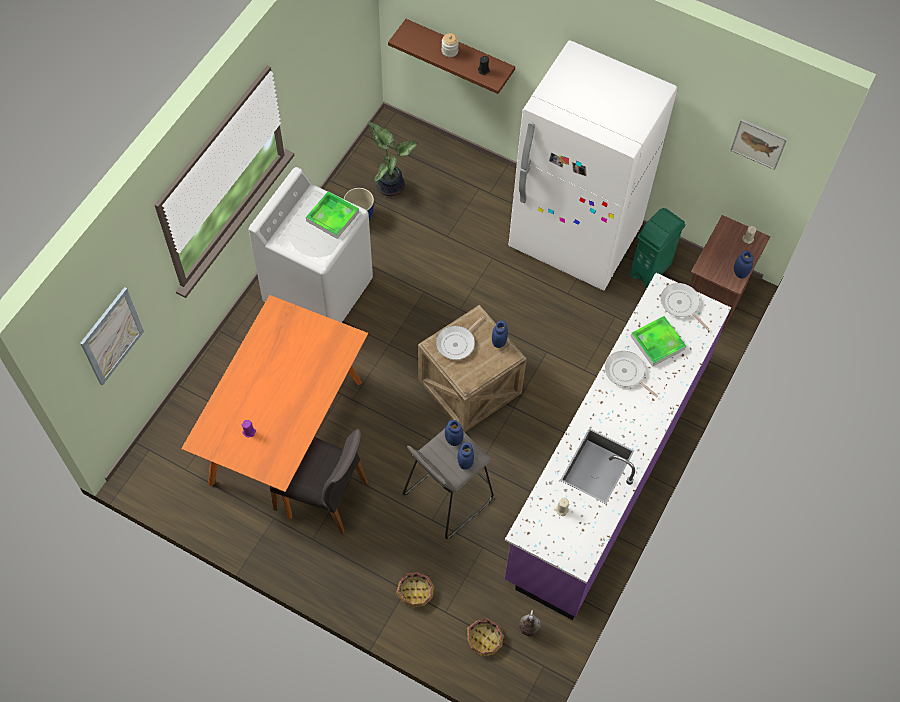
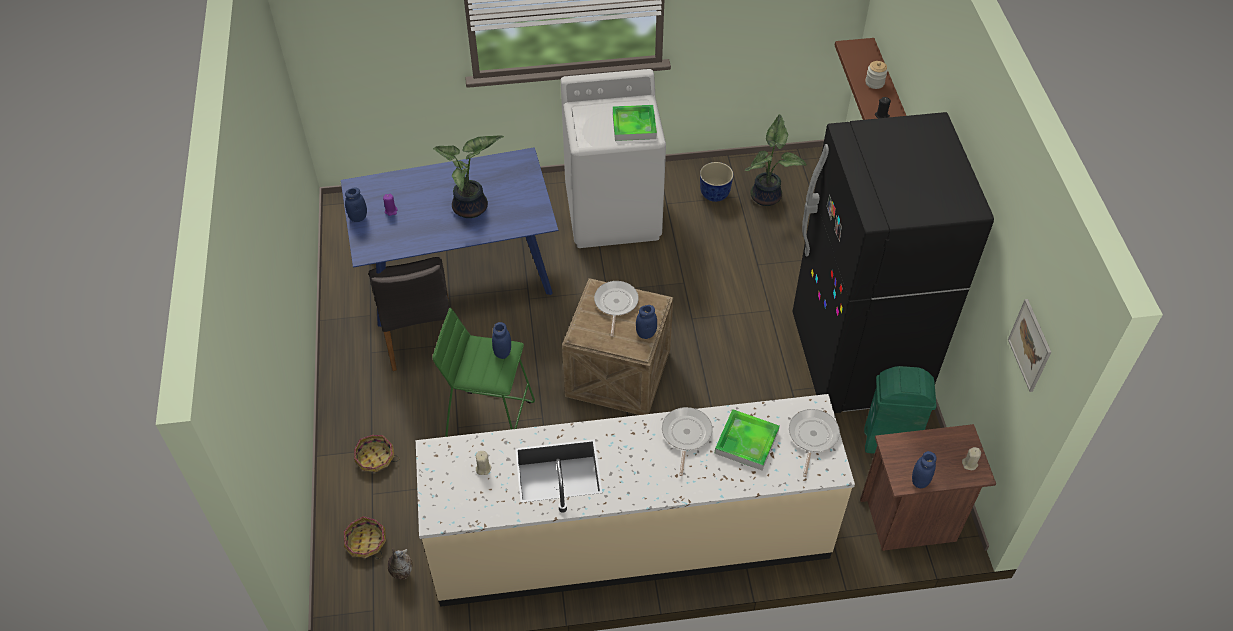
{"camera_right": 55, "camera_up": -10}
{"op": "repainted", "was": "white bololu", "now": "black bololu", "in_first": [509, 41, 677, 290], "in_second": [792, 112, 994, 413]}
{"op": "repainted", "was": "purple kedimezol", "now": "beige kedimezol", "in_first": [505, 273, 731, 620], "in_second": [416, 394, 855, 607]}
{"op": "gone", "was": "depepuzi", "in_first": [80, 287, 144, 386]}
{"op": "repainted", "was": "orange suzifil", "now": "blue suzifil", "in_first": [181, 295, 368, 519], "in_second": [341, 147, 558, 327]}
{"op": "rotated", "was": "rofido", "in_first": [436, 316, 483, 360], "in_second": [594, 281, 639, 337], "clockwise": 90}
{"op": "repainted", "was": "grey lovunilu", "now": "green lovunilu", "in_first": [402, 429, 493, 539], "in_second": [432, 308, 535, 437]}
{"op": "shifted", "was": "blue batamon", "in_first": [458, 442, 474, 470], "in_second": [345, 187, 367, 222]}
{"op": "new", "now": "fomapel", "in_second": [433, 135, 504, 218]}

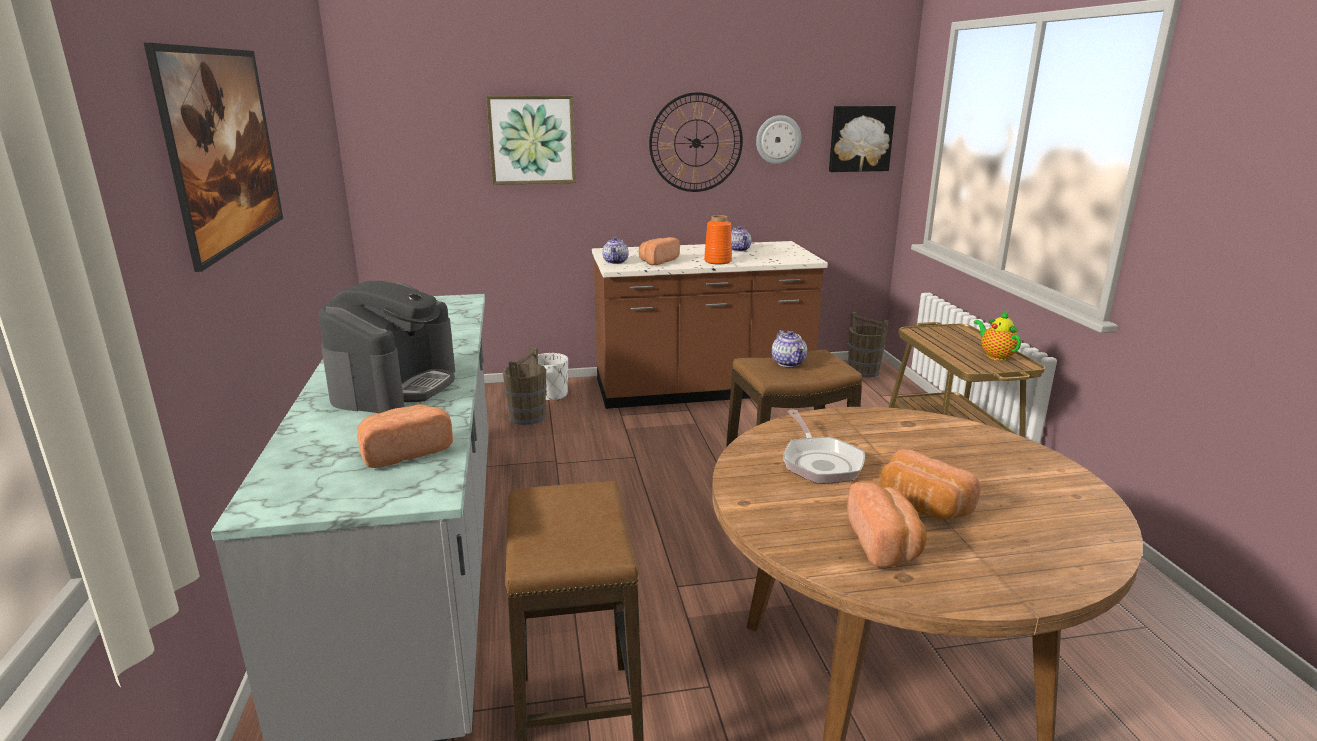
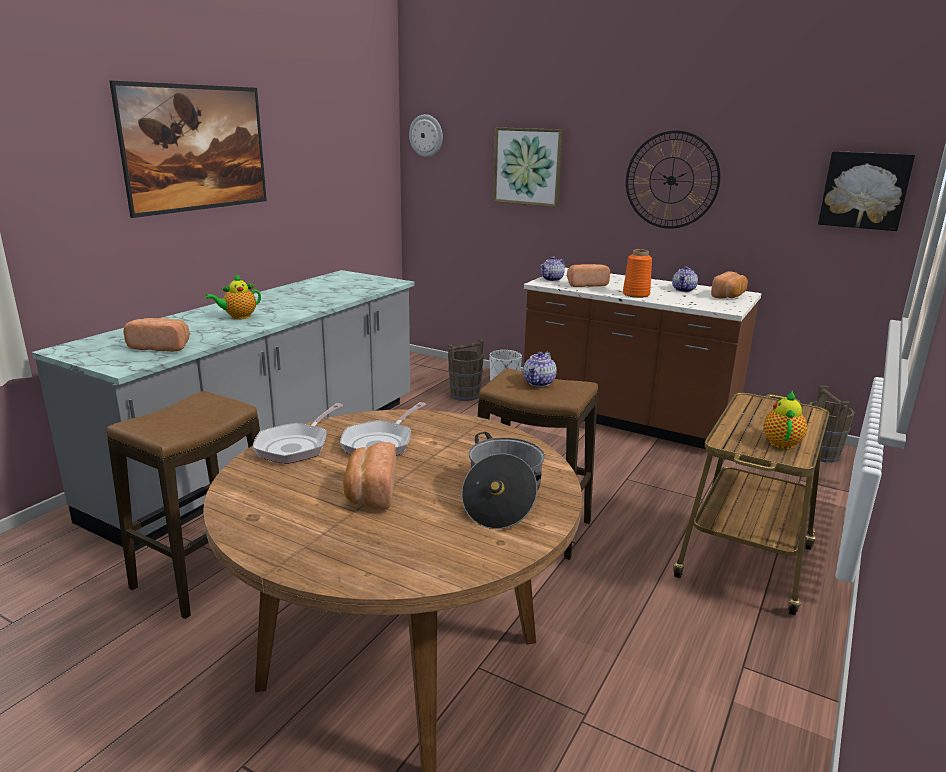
{"camera_right": 40, "camera_up": 0}
{"op": "shifted", "was": "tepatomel", "in_first": [756, 115, 801, 164], "in_second": [409, 114, 443, 157]}
{"op": "swapped", "was": "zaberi", "now": "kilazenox", "in_first": [318, 281, 455, 413], "in_second": [205, 274, 261, 319]}
{"op": "shifted", "was": "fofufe", "in_first": [847, 482, 927, 568], "in_second": [711, 271, 748, 298]}
{"op": "new", "now": "rofido", "in_second": [253, 403, 343, 464]}
{"op": "new", "now": "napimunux", "in_second": [462, 432, 545, 529]}

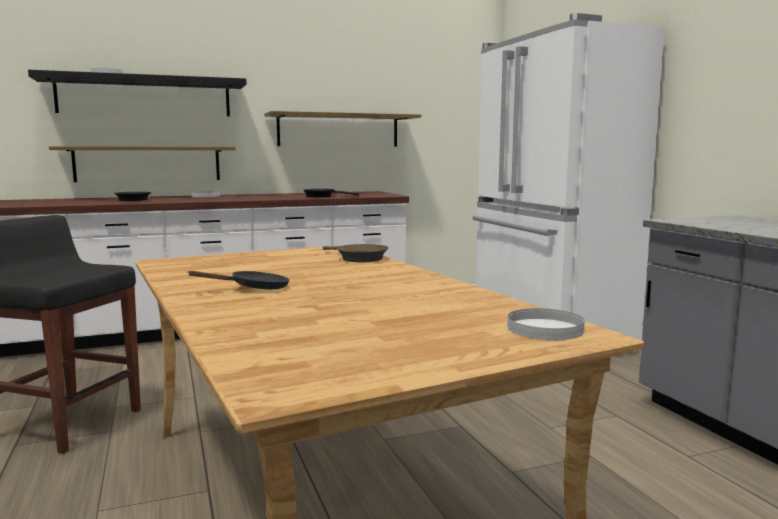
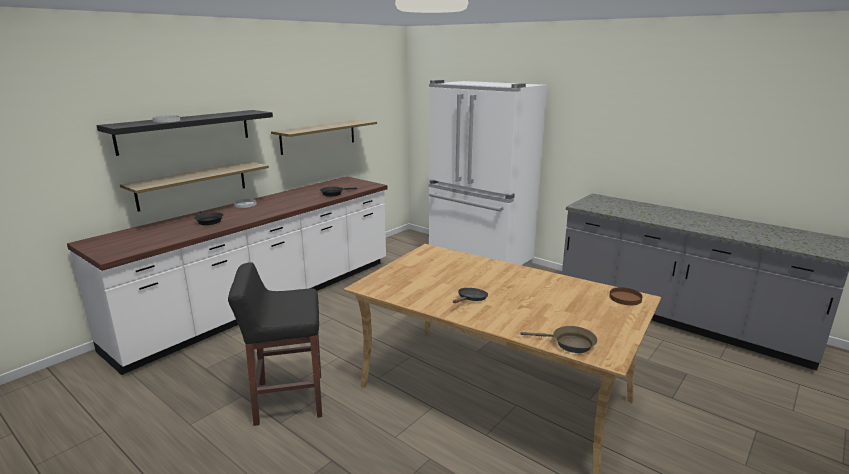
{"camera_right": -30, "camera_up": 10}
{"op": "shifted", "was": "brown rofido", "in_first": [323, 244, 389, 262], "in_second": [521, 326, 597, 353]}
{"op": "repainted", "was": "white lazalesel", "now": "brown lazalesel", "in_first": [508, 308, 585, 340], "in_second": [609, 287, 643, 305]}

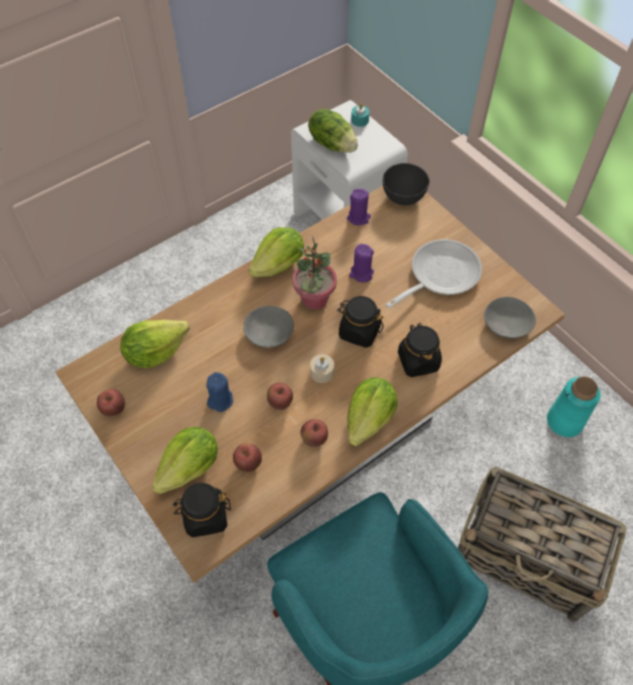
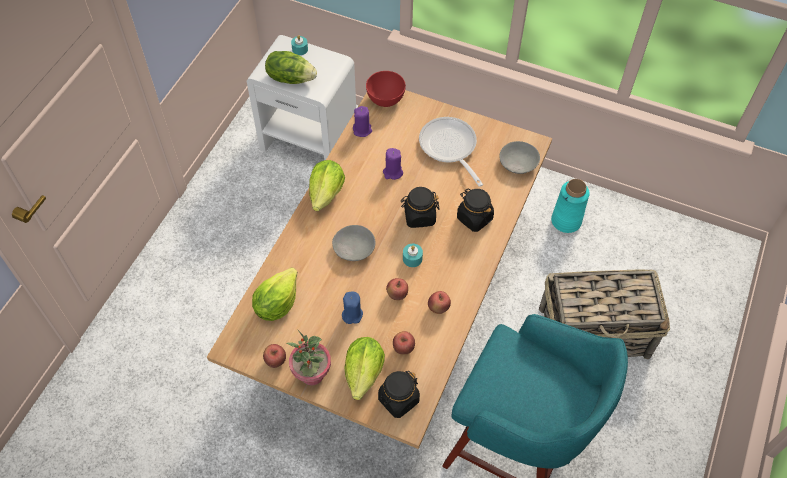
{"camera_right": -30, "camera_up": 0}
{"op": "repainted", "was": "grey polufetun", "now": "red polufetun", "in_first": [383, 163, 429, 205], "in_second": [366, 71, 406, 107]}
{"op": "shifted", "was": "fomapel", "in_first": [293, 236, 337, 310], "in_second": [287, 329, 331, 386]}
{"op": "rotated", "was": "rofido", "in_first": [386, 239, 482, 308], "in_second": [419, 117, 483, 187], "clockwise": -45}
{"op": "repainted", "was": "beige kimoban", "now": "turquoise kimoban", "in_first": [310, 354, 334, 383], "in_second": [403, 244, 423, 267]}
{"op": "gone", "was": "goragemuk", "in_first": [347, 377, 398, 446]}

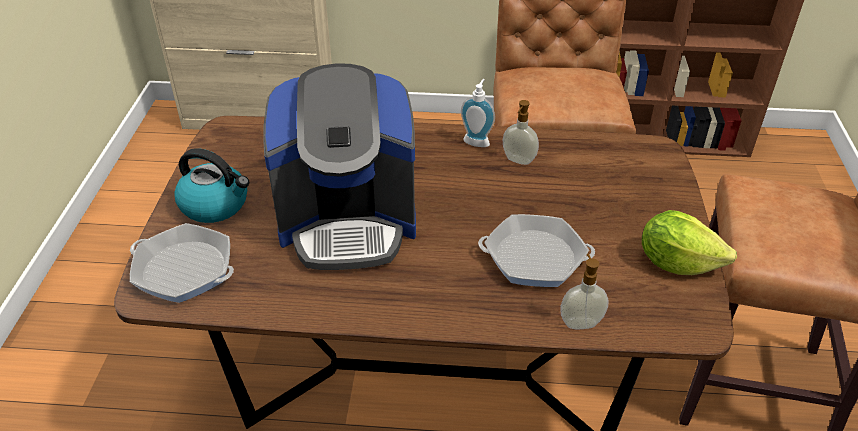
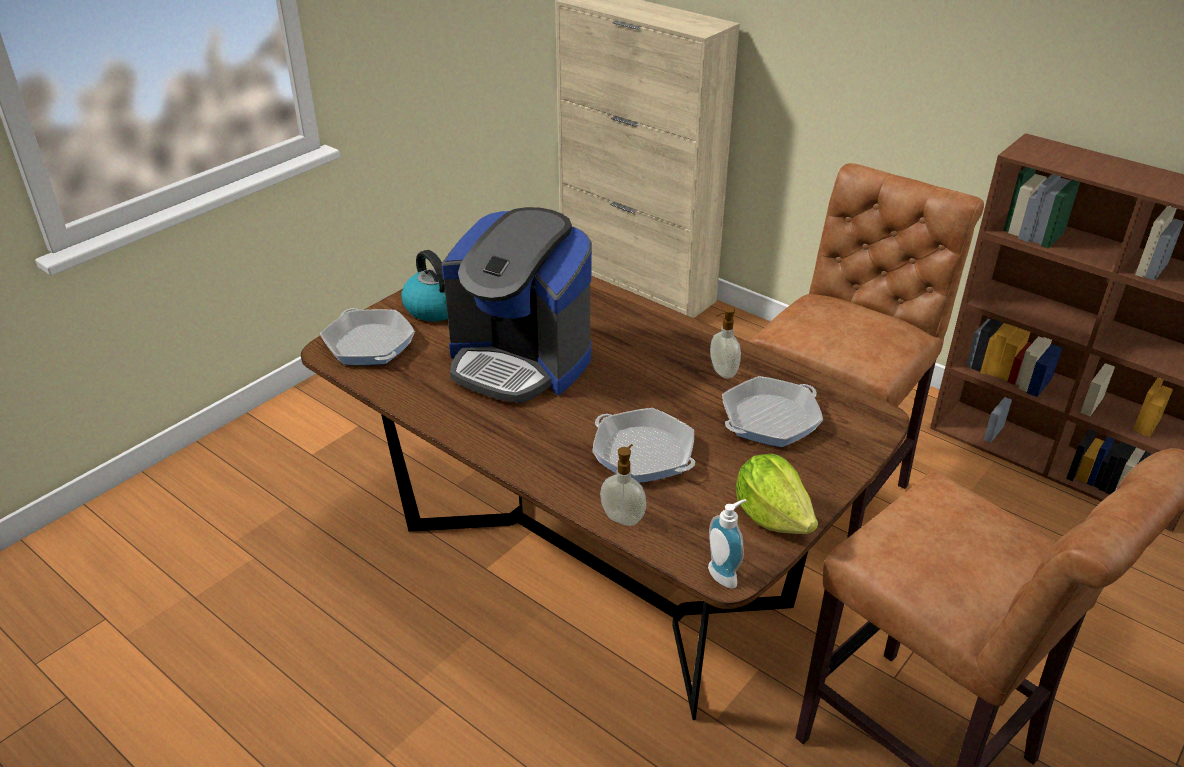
{"camera_right": 35, "camera_up": -5}
{"op": "shifted", "was": "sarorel", "in_first": [461, 79, 495, 147], "in_second": [708, 499, 746, 589]}
{"op": "new", "now": "rofido", "in_second": [722, 376, 823, 447]}

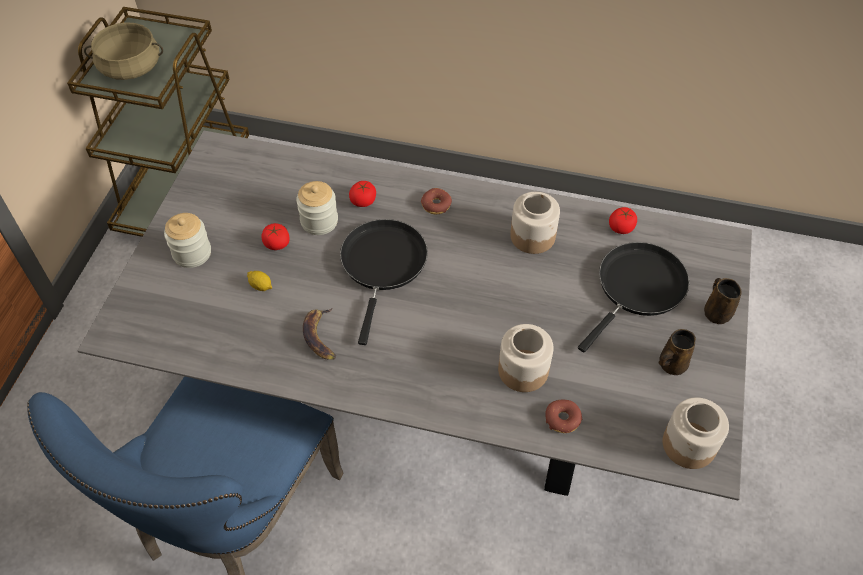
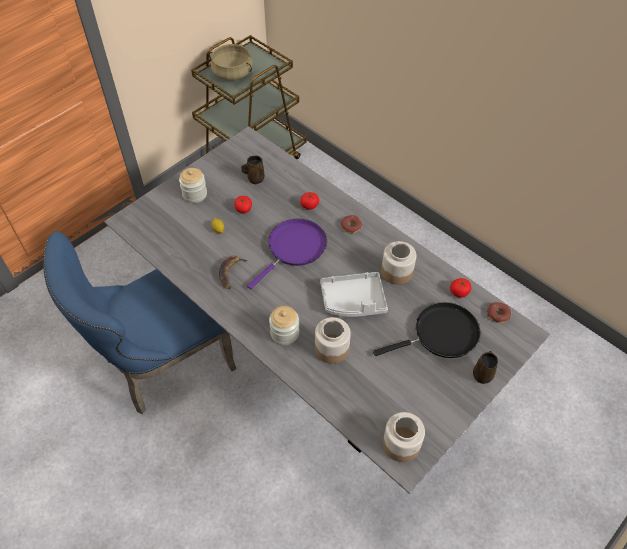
{"camera_right": 30, "camera_up": 0}
{"op": "shifted", "was": "batamon", "in_first": [296, 181, 338, 235], "in_second": [269, 306, 299, 345]}
{"op": "repainted", "was": "black rofido", "now": "purple rofido", "in_first": [340, 219, 428, 345], "in_second": [247, 219, 327, 289]}
{"op": "shifted", "was": "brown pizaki", "in_first": [659, 329, 696, 375], "in_second": [241, 156, 265, 184]}
{"op": "shifted", "was": "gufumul", "in_first": [545, 400, 582, 433], "in_second": [487, 302, 511, 323]}
{"op": "new", "now": "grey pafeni", "in_second": [320, 272, 388, 317]}

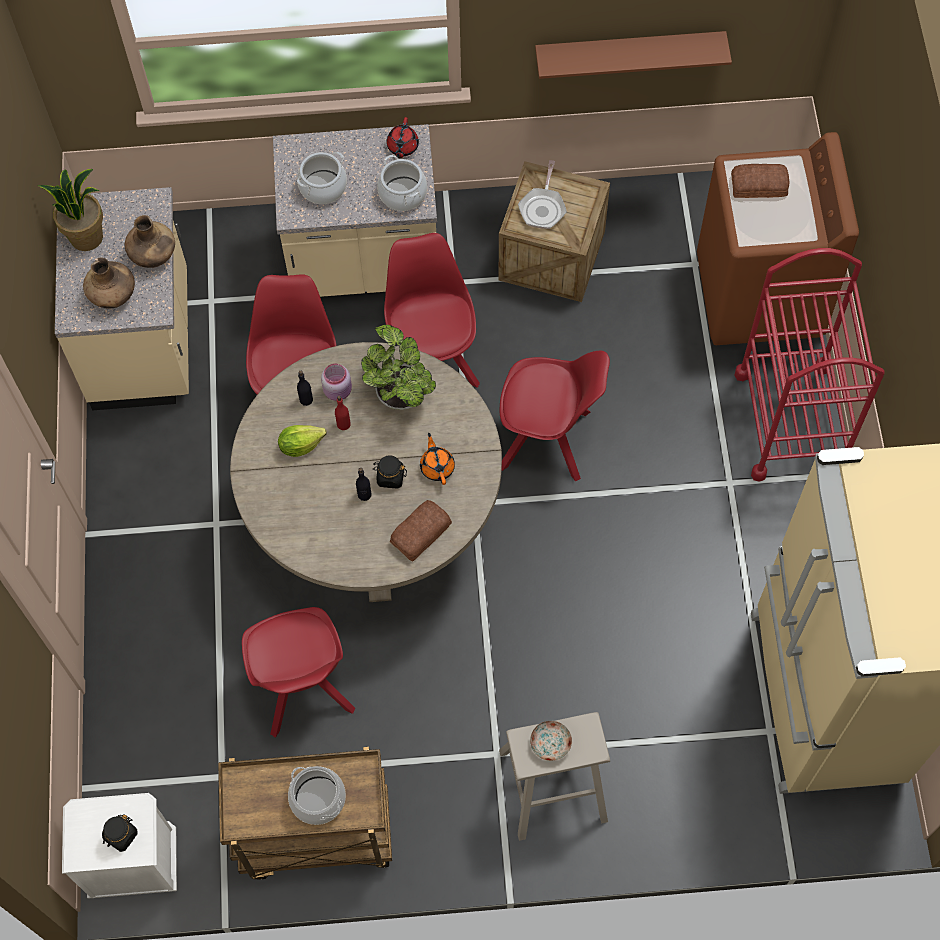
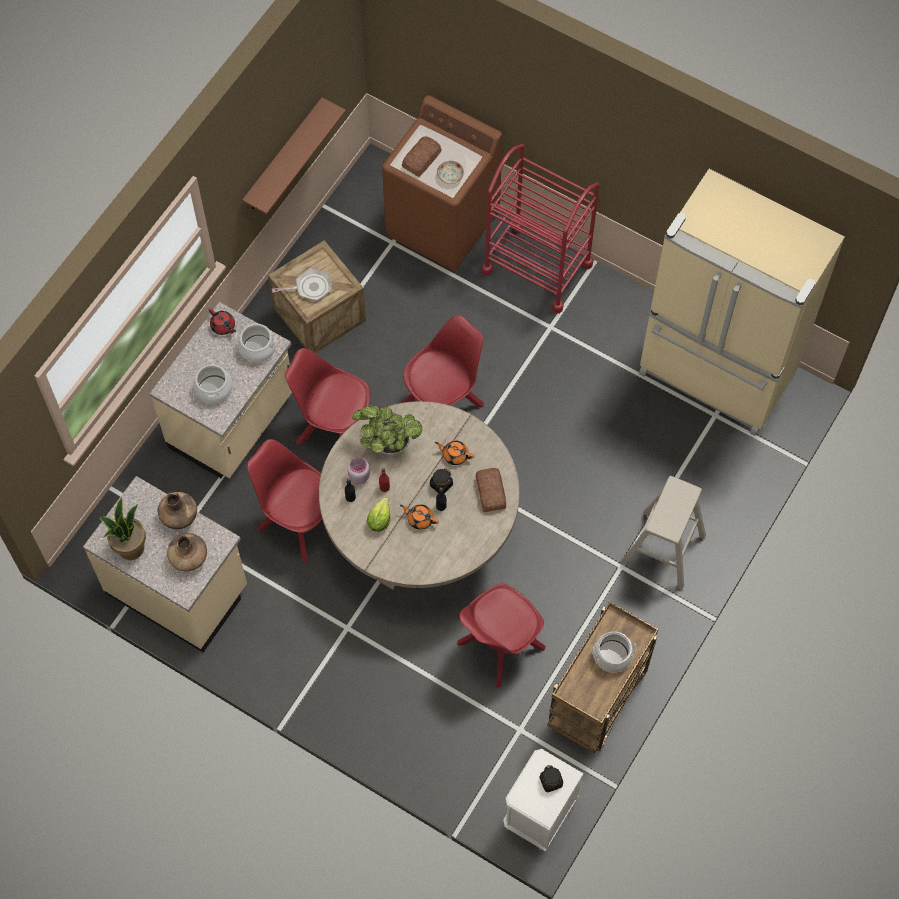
{"camera_right": -55, "camera_up": 0}
{"op": "rotated", "was": "rofido", "in_first": [518, 160, 567, 229], "in_second": [272, 268, 332, 301], "clockwise": -60}
{"op": "rotated", "was": "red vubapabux", "in_first": [242, 607, 355, 738], "in_second": [457, 584, 545, 688], "clockwise": 120}
{"op": "shifted", "was": "lazalesel", "in_first": [530, 721, 572, 761], "in_second": [437, 161, 464, 184]}
{"op": "new", "now": "orange kilazenox", "in_second": [400, 504, 439, 530]}

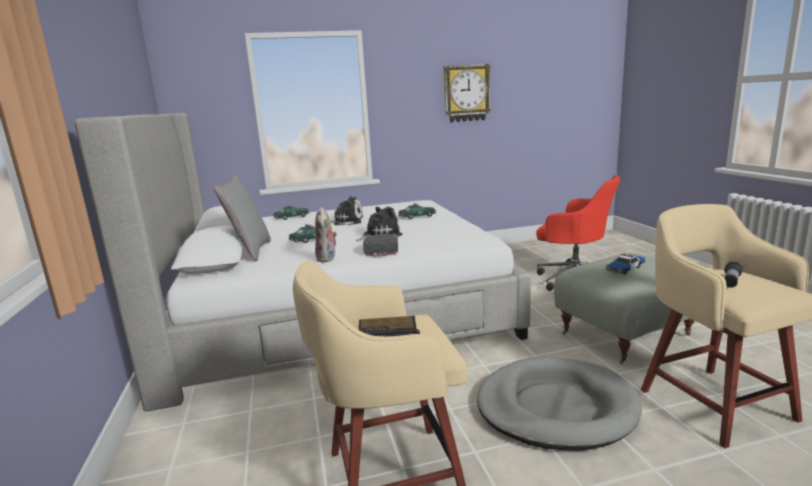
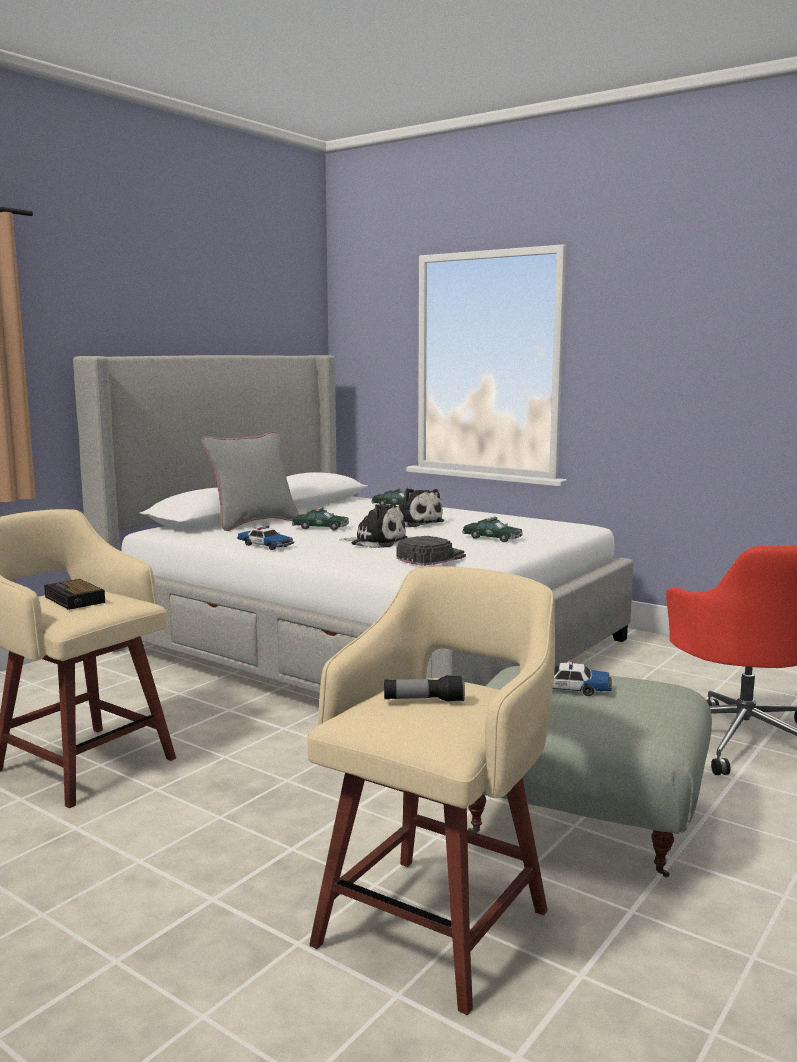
{"camera_right": 50, "camera_up": -5}
{"op": "gone", "was": "tepatomel", "in_first": [444, 64, 491, 122]}
{"op": "swapped", "was": "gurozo", "now": "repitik", "in_first": [315, 207, 337, 262], "in_second": [237, 526, 294, 550]}
{"op": "shifted", "was": "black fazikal", "in_first": [363, 234, 398, 257], "in_second": [397, 536, 466, 566]}
{"op": "gone", "was": "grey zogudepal", "in_first": [477, 357, 642, 451]}

